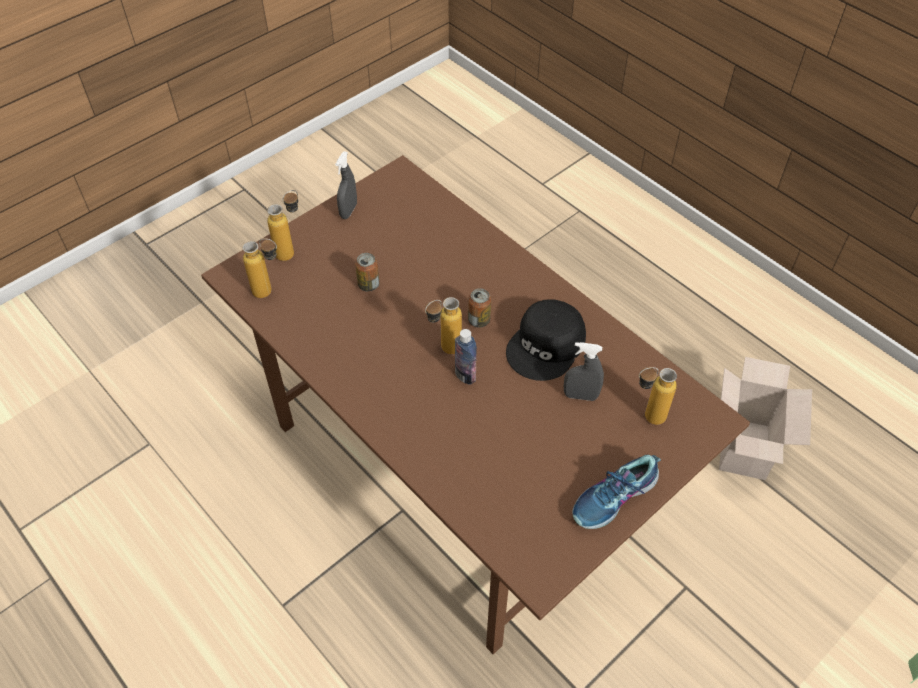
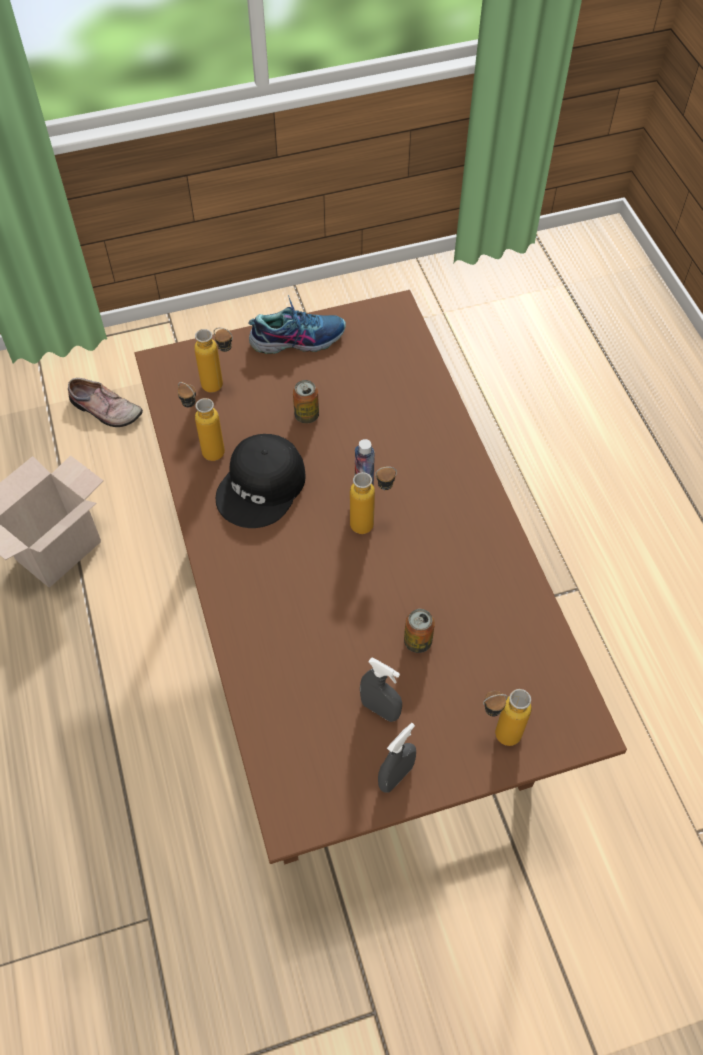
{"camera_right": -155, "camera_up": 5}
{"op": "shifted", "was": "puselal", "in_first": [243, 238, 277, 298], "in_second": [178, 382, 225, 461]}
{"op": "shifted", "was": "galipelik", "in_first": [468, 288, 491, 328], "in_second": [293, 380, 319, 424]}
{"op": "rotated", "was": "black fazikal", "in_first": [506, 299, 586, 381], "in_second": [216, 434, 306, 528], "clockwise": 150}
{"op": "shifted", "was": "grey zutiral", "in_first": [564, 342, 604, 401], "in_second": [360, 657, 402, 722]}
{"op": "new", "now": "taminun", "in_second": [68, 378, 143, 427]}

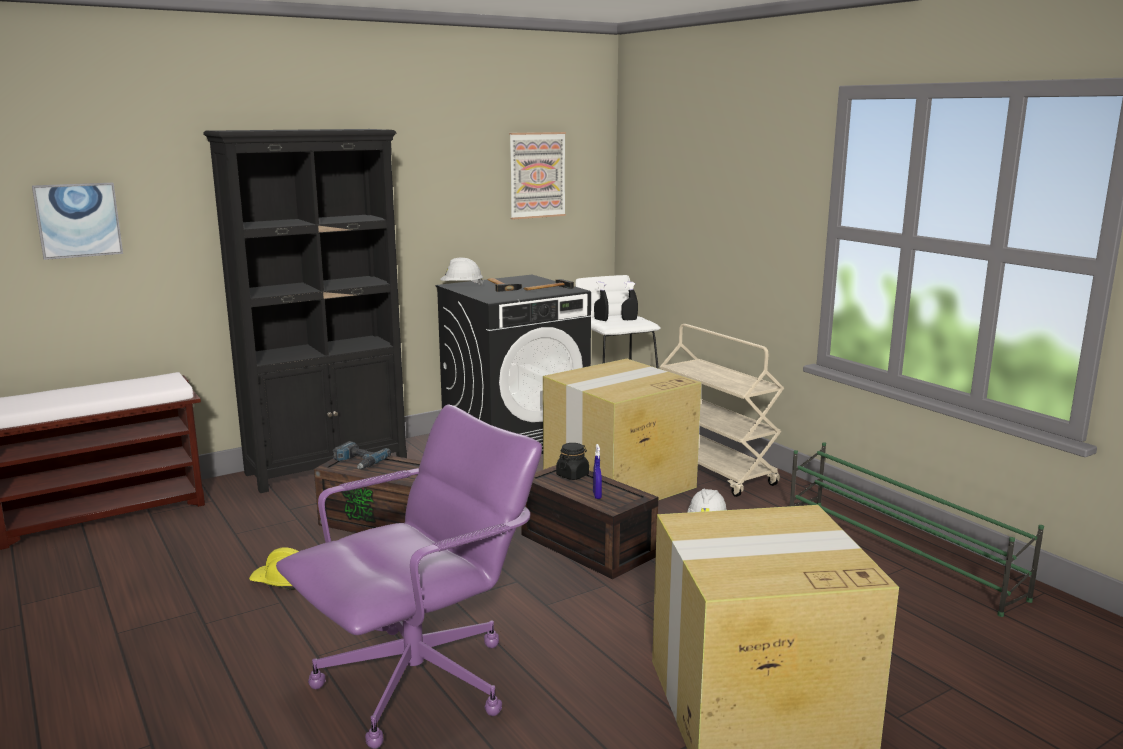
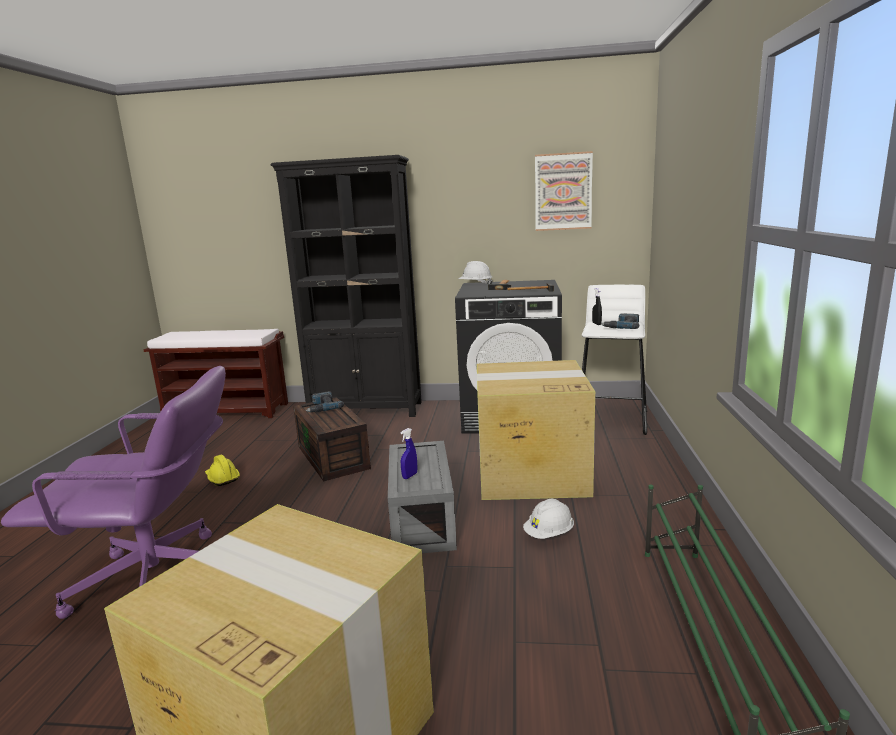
{"camera_right": 40, "camera_up": 0}
{"op": "gone", "was": "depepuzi", "in_first": [32, 183, 123, 260]}
{"op": "swapped", "was": "black zutiral", "now": "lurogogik", "in_first": [621, 282, 638, 320], "in_second": [601, 313, 639, 329]}
{"op": "gone", "was": "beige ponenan", "in_first": [660, 324, 784, 497]}
{"op": "gone", "was": "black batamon", "in_first": [556, 443, 589, 480]}
{"op": "repainted", "was": "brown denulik", "now": "grey denulik", "in_first": [521, 465, 658, 579], "in_second": [388, 441, 457, 553]}

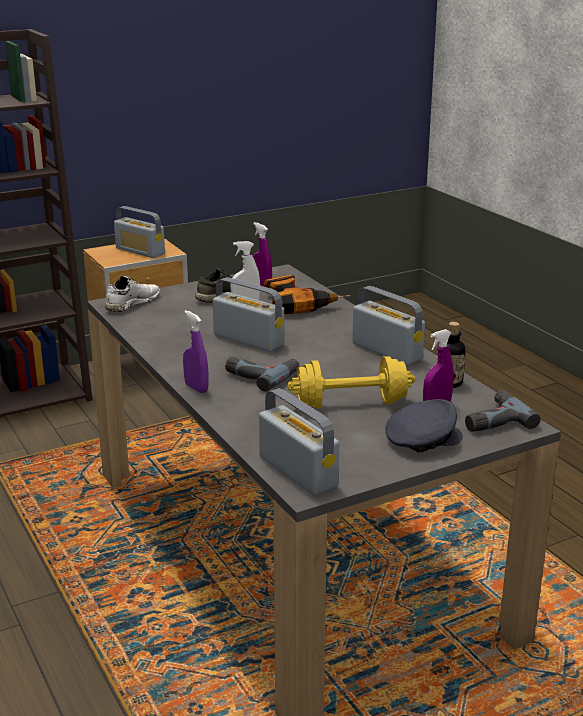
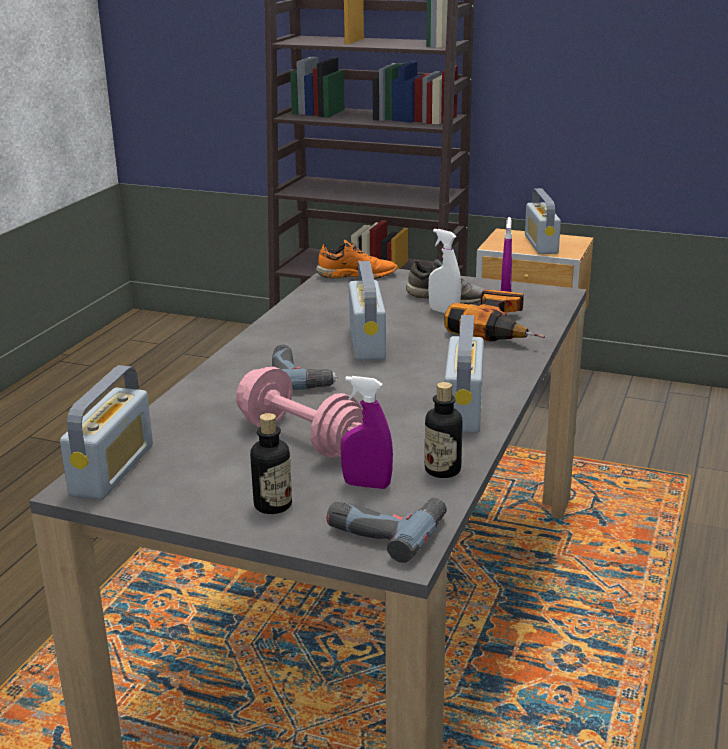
{"camera_right": 50, "camera_up": 0}
{"op": "repainted", "was": "white taminun", "now": "orange taminun", "in_first": [105, 276, 160, 312], "in_second": [316, 240, 397, 279]}
{"op": "gone", "was": "purple zutiral", "in_first": [183, 310, 208, 393]}
{"op": "repainted", "was": "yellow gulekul", "now": "pink gulekul", "in_first": [287, 356, 415, 409], "in_second": [236, 367, 363, 458]}
{"op": "swapped", "was": "grey fazikal", "now": "puselal", "in_first": [386, 399, 463, 453], "in_second": [250, 413, 292, 514]}

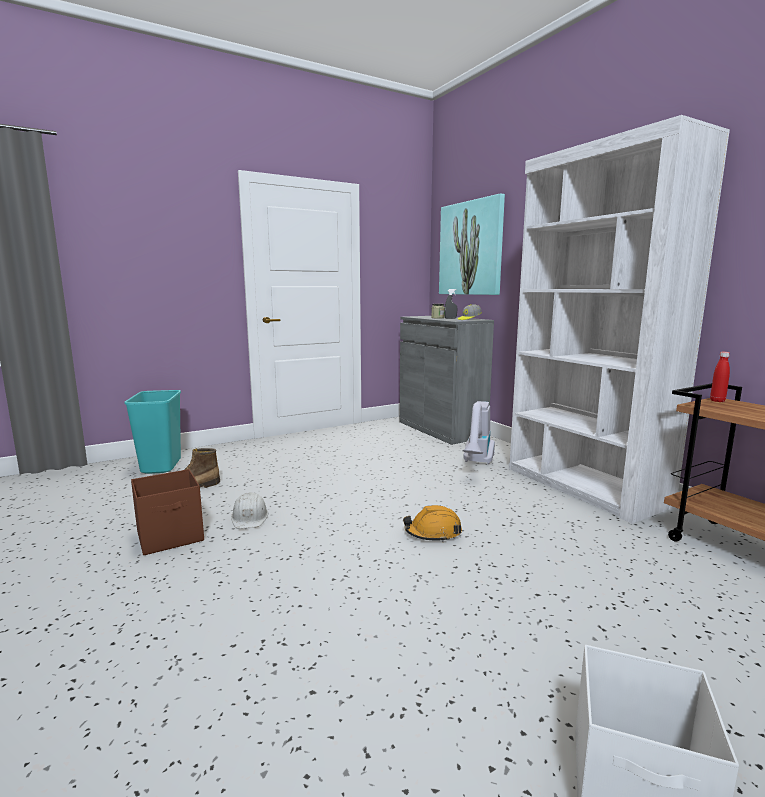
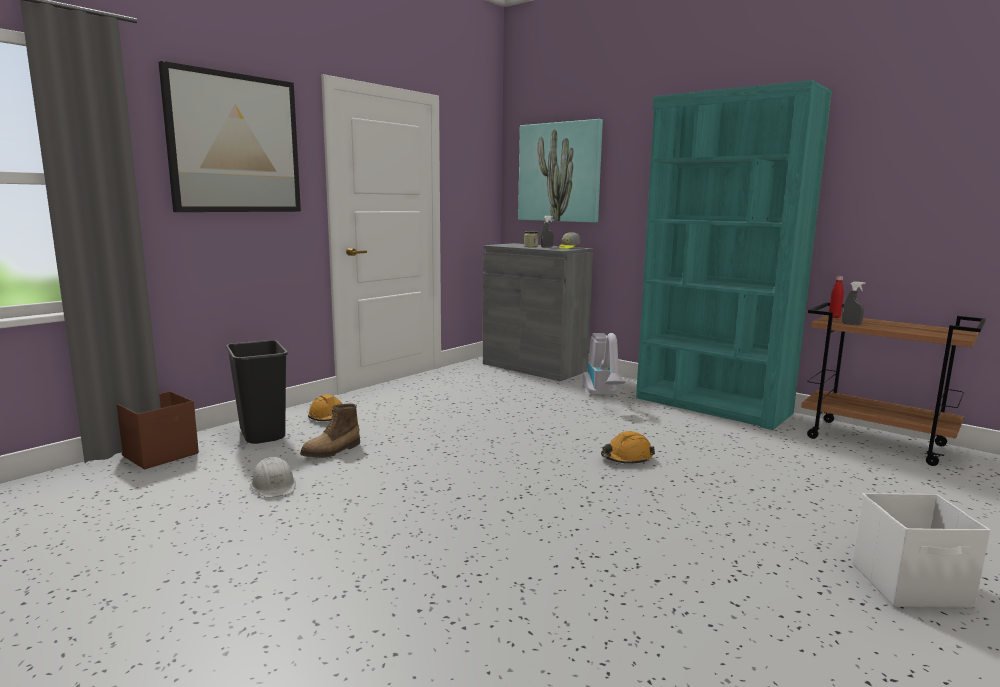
{"camera_right": -20, "camera_up": 0}
{"op": "repainted", "was": "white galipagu", "now": "turquoise galipagu", "in_first": [509, 115, 730, 524], "in_second": [636, 80, 832, 430]}
{"op": "repainted", "was": "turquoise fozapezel", "now": "black fozapezel", "in_first": [125, 390, 181, 474], "in_second": [226, 340, 288, 444]}
{"op": "shifted", "was": "brown denulik", "in_first": [131, 469, 204, 555], "in_second": [117, 391, 199, 469]}
{"op": "shifted", "was": "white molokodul", "in_first": [231, 492, 268, 529], "in_second": [250, 457, 296, 498]}
{"op": "new", "now": "depepuzi", "in_second": [159, 61, 301, 212]}
{"op": "new", "now": "grey zutiral", "in_second": [842, 281, 865, 325]}
{"op": "new", "now": "orange molokodul", "in_second": [308, 394, 342, 421]}

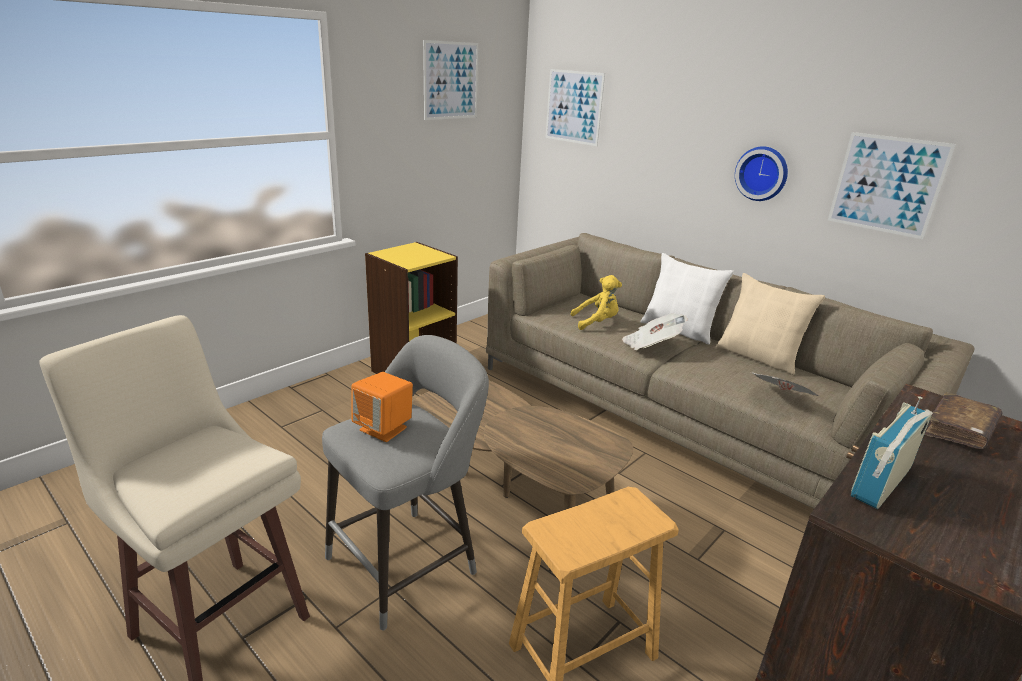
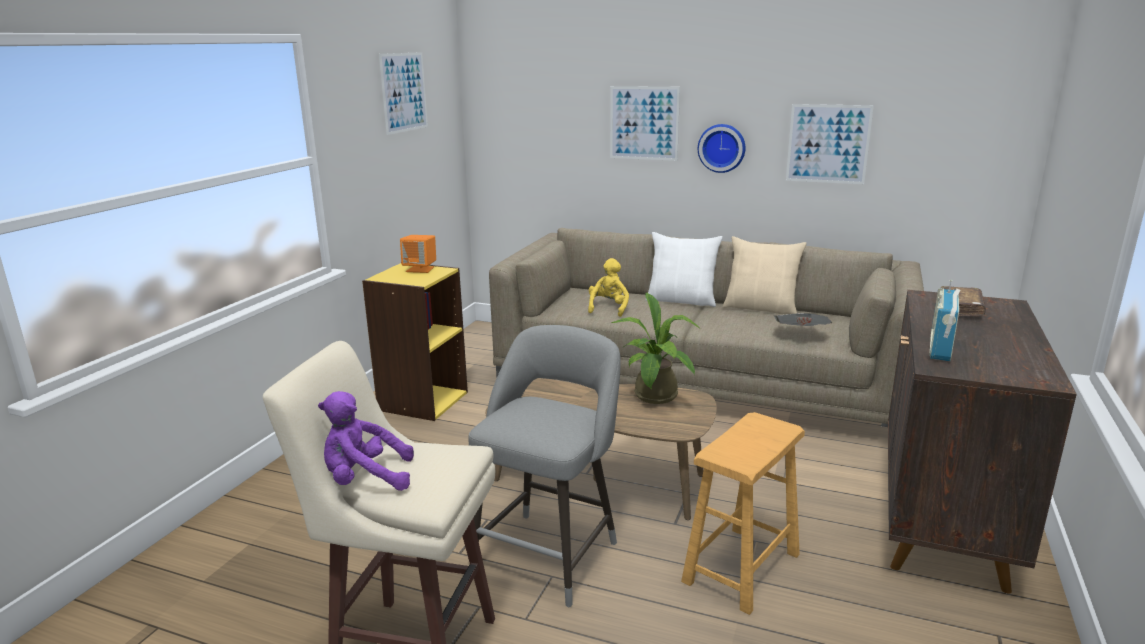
{"camera_right": -20, "camera_up": -5}
{"op": "shifted", "was": "depepuzi", "in_first": [545, 69, 605, 146], "in_second": [610, 86, 680, 161]}
{"op": "rotated", "was": "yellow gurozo", "in_first": [570, 275, 622, 330], "in_second": [588, 258, 629, 317], "clockwise": -45}
{"op": "gone", "was": "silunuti", "in_first": [622, 313, 688, 350]}
{"op": "shifted", "was": "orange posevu", "in_first": [351, 372, 413, 442], "in_second": [400, 235, 436, 273]}
{"op": "new", "now": "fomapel", "in_second": [611, 292, 699, 404]}
{"op": "new", "now": "purple gurozo", "in_second": [318, 391, 414, 491]}

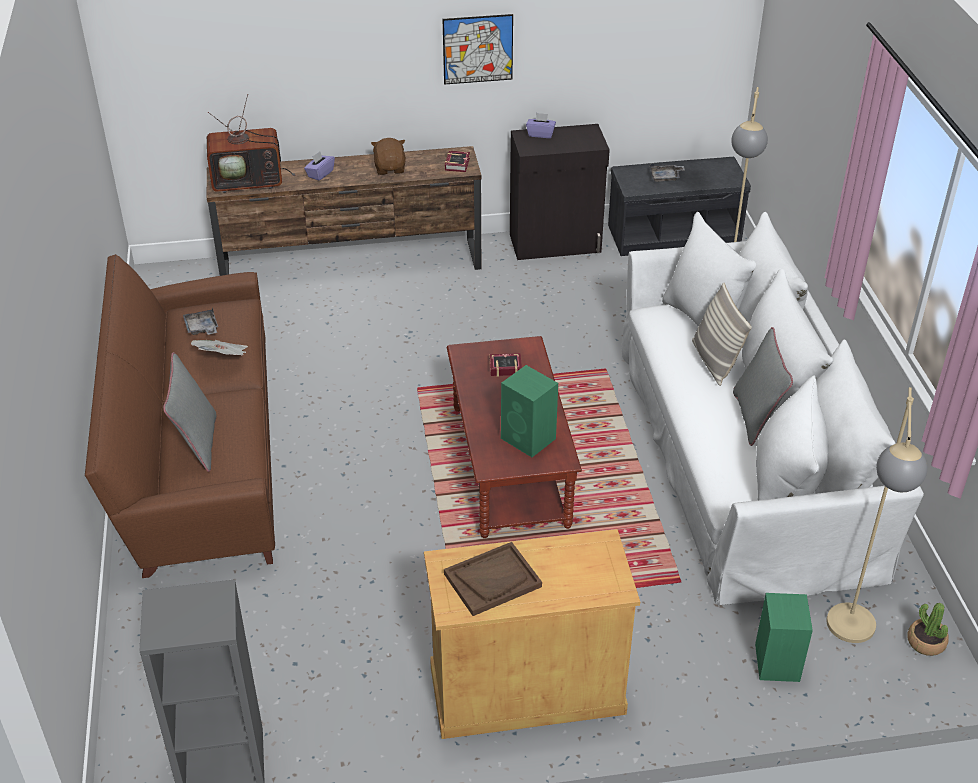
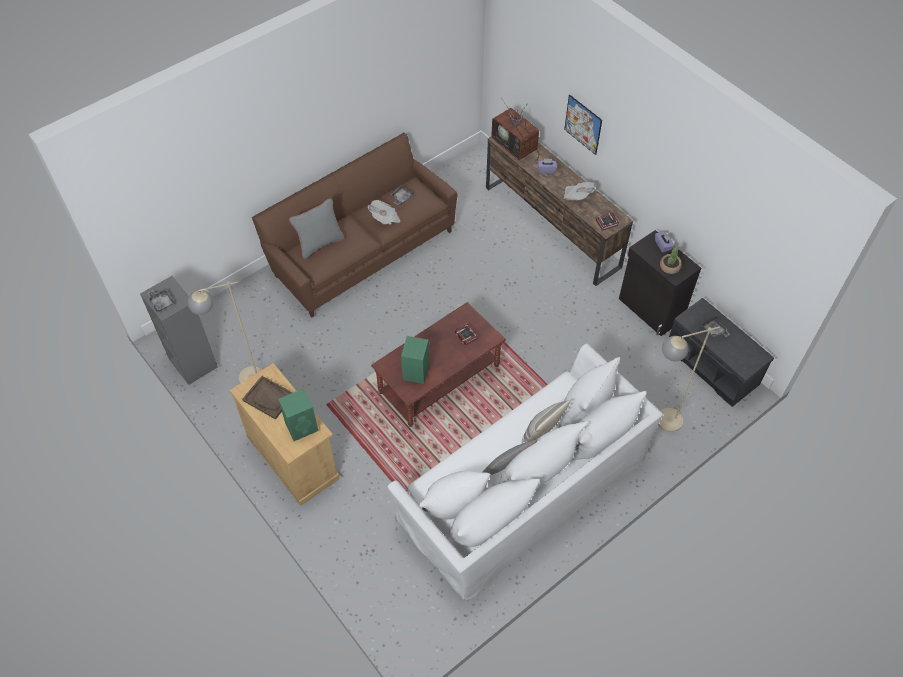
{"camera_right": 60, "camera_up": 15}
{"op": "shifted", "was": "depepuzi", "in_first": [443, 14, 513, 85], "in_second": [564, 95, 602, 155]}
{"op": "swapped", "was": "brown gurozo", "now": "silunuti", "in_first": [371, 138, 406, 175], "in_second": [563, 181, 595, 200]}
{"op": "shifted", "was": "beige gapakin", "in_first": [827, 387, 927, 643], "in_second": [187, 281, 262, 383]}
{"op": "shifted", "was": "green posevu", "in_first": [755, 593, 813, 682], "in_second": [278, 388, 319, 441]}
{"op": "shifted", "was": "fomapel", "in_first": [907, 603, 949, 656], "in_second": [660, 246, 682, 274]}
{"op": "new", "now": "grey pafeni", "in_second": [148, 289, 175, 312]}

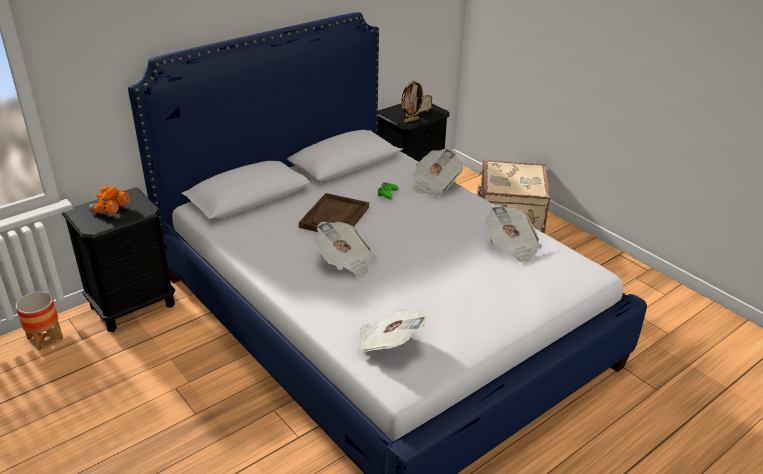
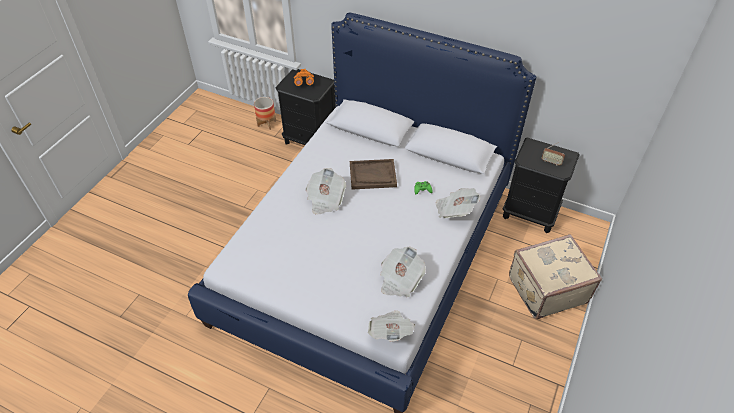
{"camera_right": 65, "camera_up": 15}
{"op": "gone", "was": "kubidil", "in_first": [401, 80, 425, 123]}
{"op": "shifted", "was": "silunuti", "in_first": [357, 308, 426, 351], "in_second": [368, 310, 416, 342]}

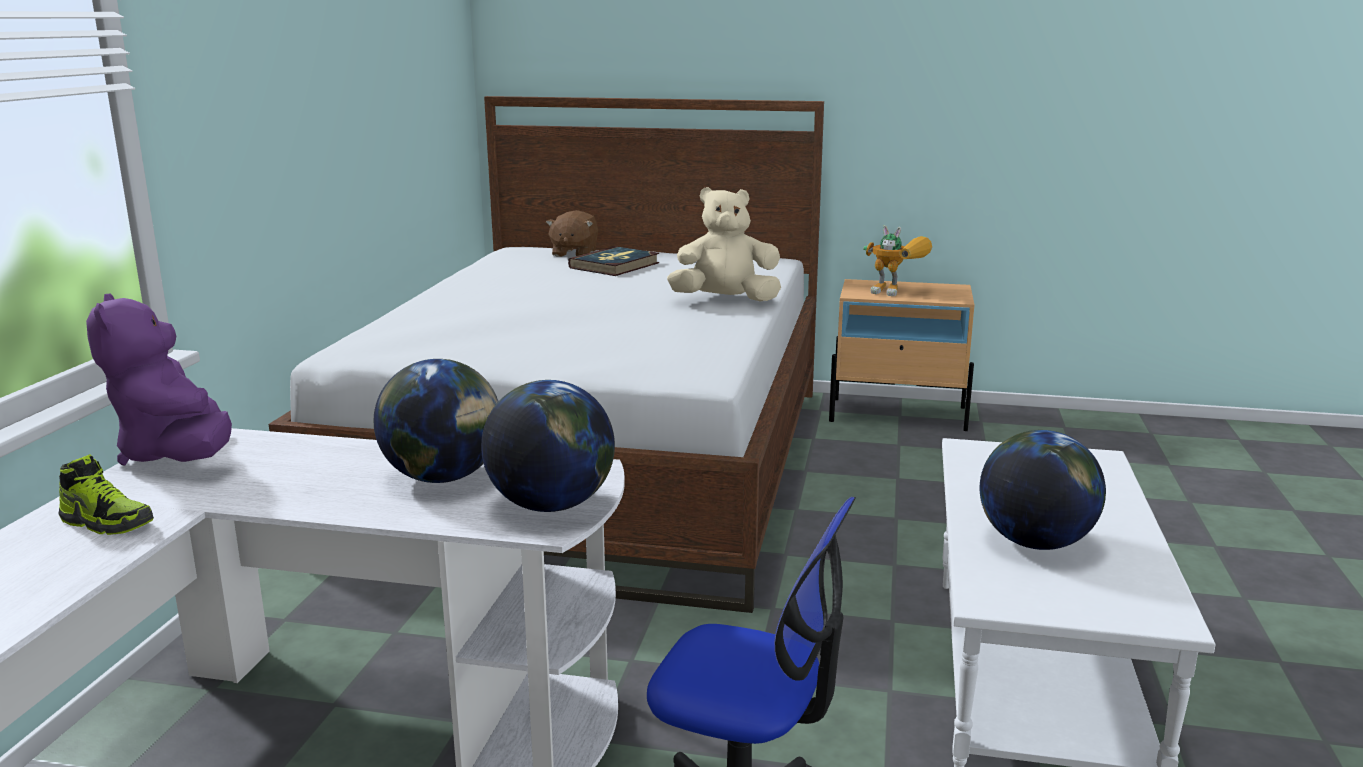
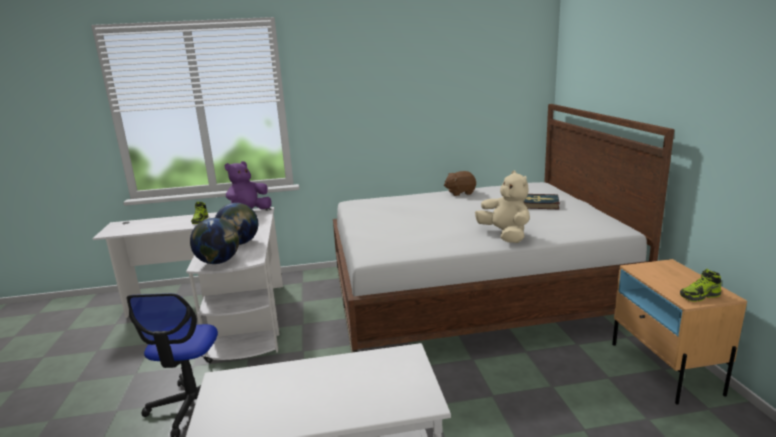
{"camera_right": 70, "camera_up": 0}
{"op": "shifted", "was": "brown gurozo", "in_first": [546, 210, 598, 257], "in_second": [444, 171, 476, 196]}
{"op": "gone", "was": "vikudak", "in_first": [863, 225, 932, 296]}
{"op": "gone", "was": "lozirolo", "in_first": [979, 430, 1106, 550]}
{"op": "new", "now": "taminun", "in_second": [680, 269, 721, 302]}

